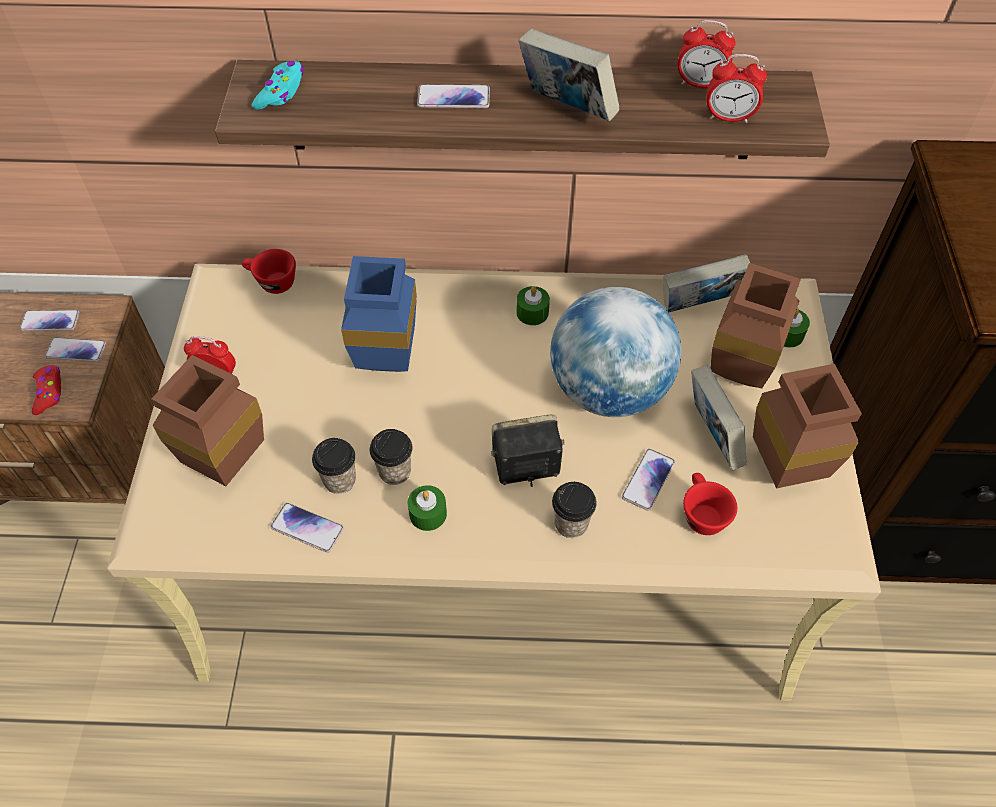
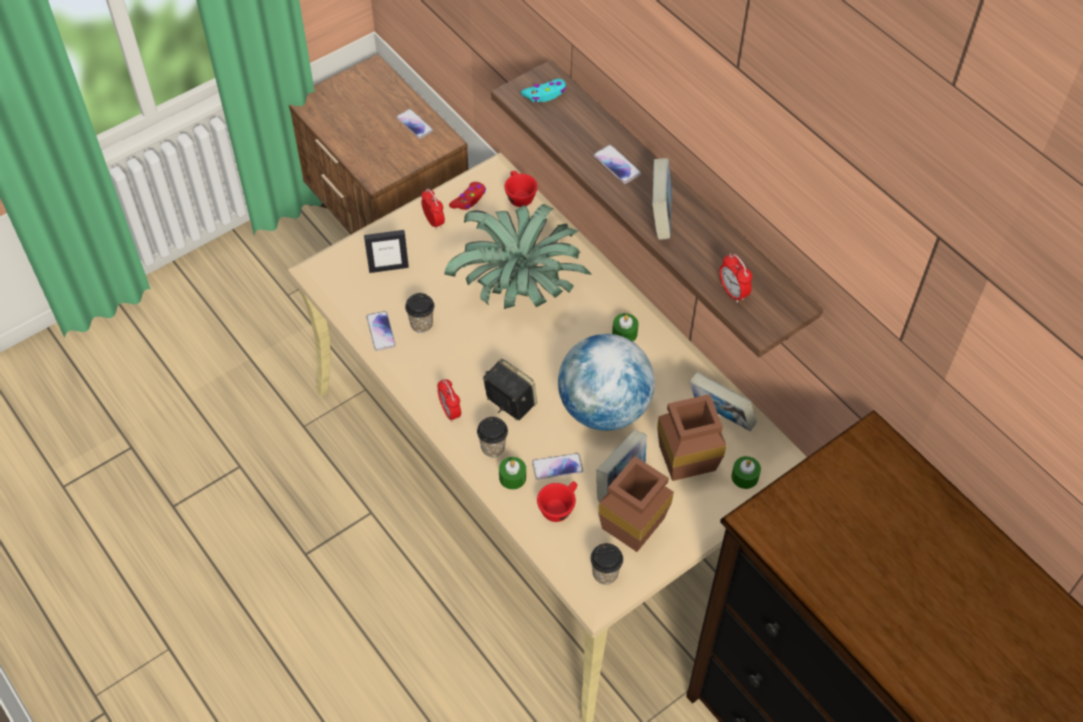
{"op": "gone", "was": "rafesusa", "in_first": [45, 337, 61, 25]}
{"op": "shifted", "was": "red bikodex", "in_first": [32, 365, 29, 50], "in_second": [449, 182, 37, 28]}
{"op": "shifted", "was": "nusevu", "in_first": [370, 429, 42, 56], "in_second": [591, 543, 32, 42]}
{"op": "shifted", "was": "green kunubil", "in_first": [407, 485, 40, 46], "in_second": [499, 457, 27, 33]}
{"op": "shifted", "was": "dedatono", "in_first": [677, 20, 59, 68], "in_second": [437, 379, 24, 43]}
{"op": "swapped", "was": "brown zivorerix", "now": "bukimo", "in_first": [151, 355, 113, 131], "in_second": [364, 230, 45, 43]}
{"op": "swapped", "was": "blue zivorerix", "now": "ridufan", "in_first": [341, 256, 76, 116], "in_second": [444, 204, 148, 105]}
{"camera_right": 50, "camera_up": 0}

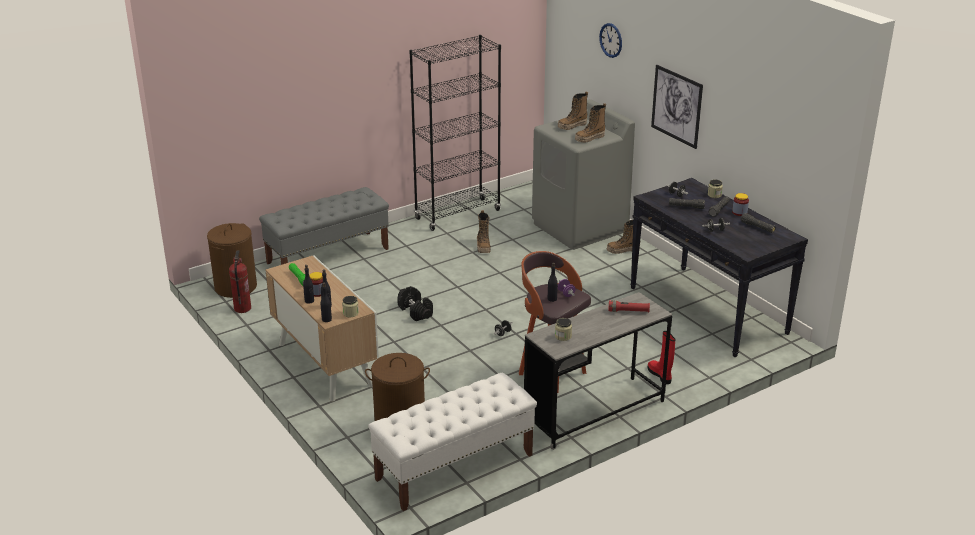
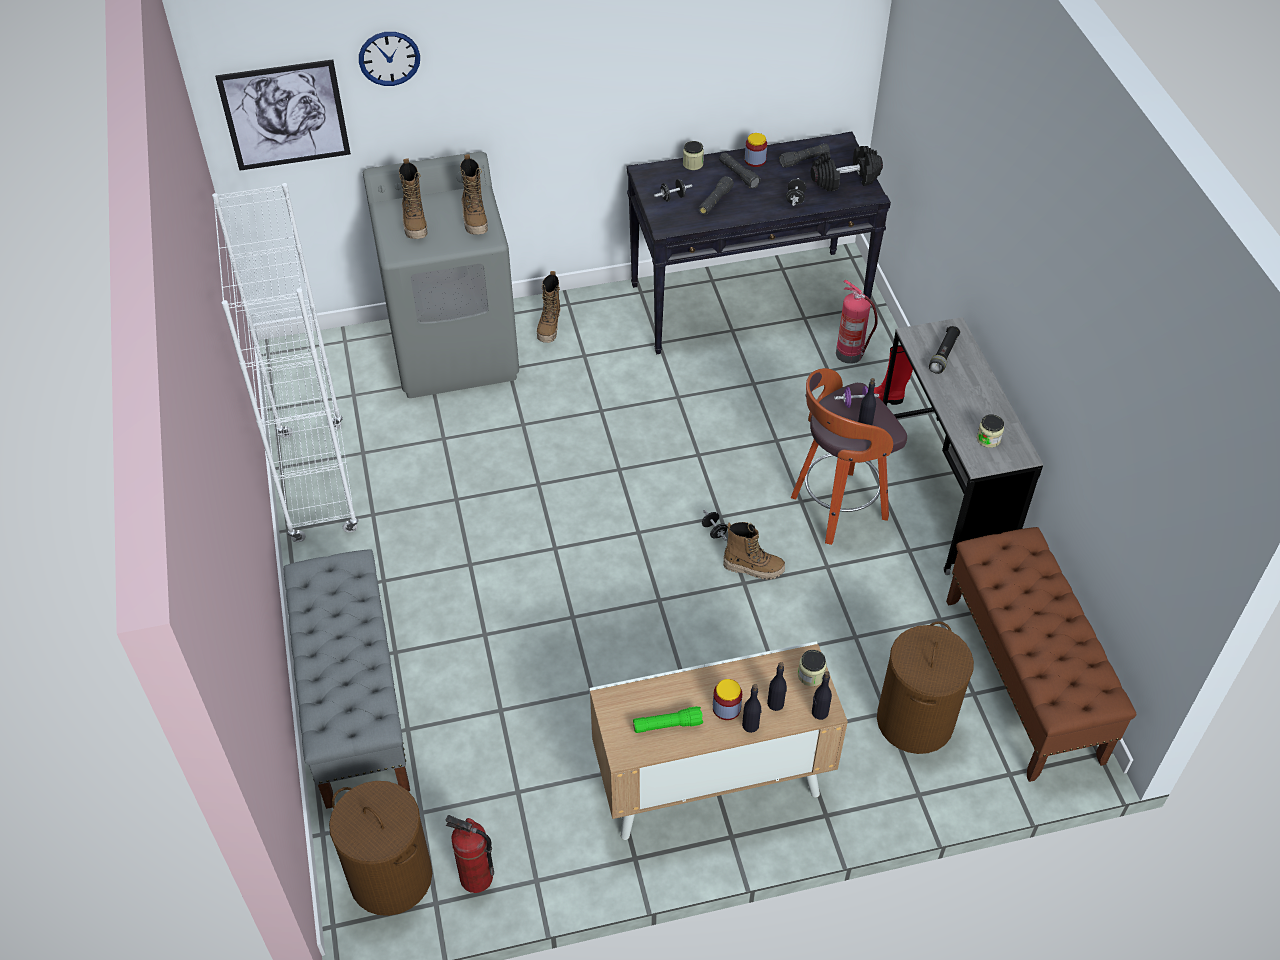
{"op": "new", "now": "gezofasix", "in_second": [836, 280, 42, 84]}
{"op": "shifted", "was": "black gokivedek", "in_first": [397, 286, 36, 35], "in_second": [811, 146, 72, 46]}
{"op": "shifted", "was": "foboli", "in_first": [477, 210, 14, 43], "in_second": [723, 522, 62, 58]}
{"op": "shifted", "was": "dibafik", "in_first": [651, 65, 52, 84], "in_second": [215, 59, 136, 112]}
{"op": "repainted", "was": "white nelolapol", "now": "brown nelolapol", "in_first": [368, 373, 169, 138], "in_second": [946, 527, 190, 255]}
{"op": "repainted", "was": "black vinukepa", "now": "white vinukepa", "in_first": [409, 35, 92, 196], "in_second": [212, 183, 146, 359]}
{"op": "repainted", "was": "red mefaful", "now": "black mefaful", "in_first": [608, 300, 42, 12], "in_second": [929, 326, 31, 48]}
{"camera_right": -70, "camera_up": 20}

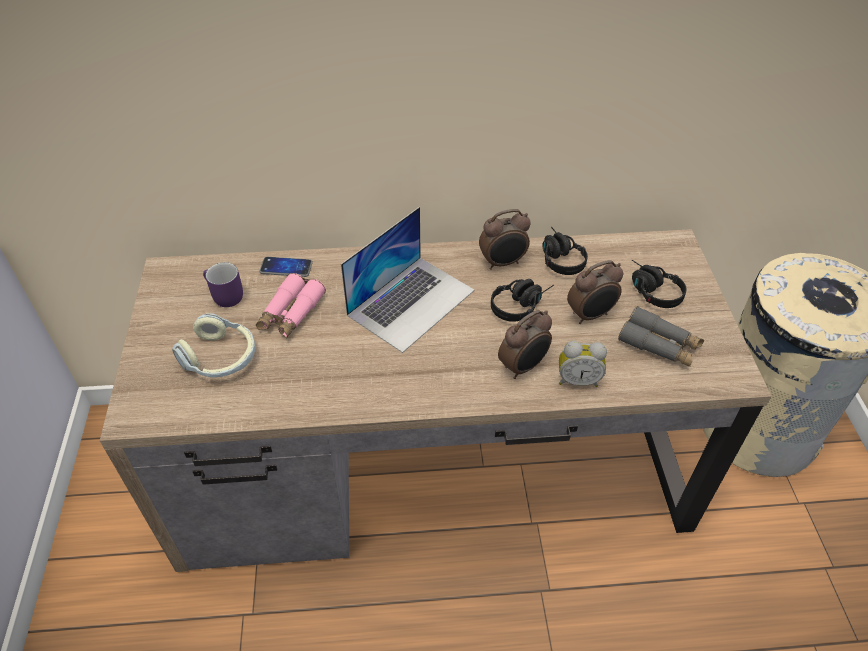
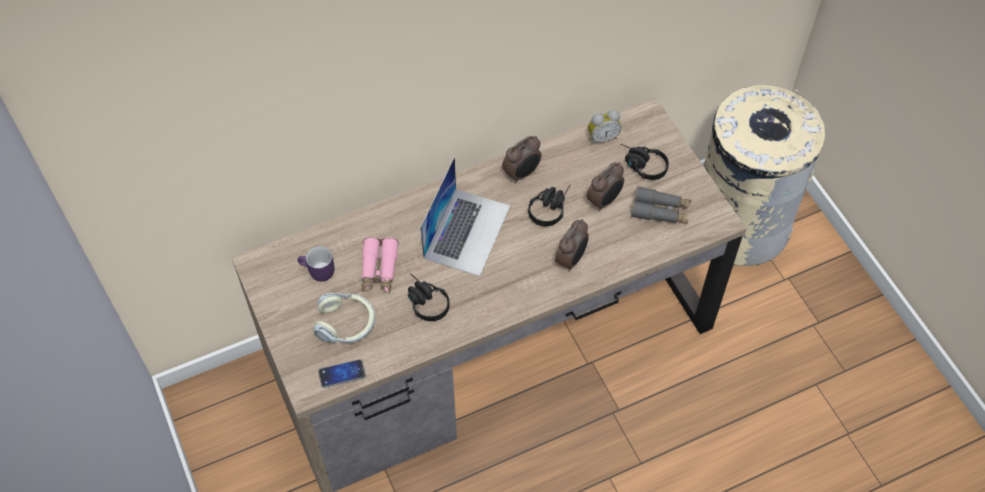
{"op": "shifted", "was": "rafesusa", "in_first": [259, 257, 54, 20], "in_second": [318, 359, 48, 29]}
{"op": "shifted", "was": "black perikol", "in_first": [542, 227, 46, 48], "in_second": [408, 273, 42, 48]}
{"op": "shifted", "was": "dedatono", "in_first": [559, 341, 48, 46], "in_second": [588, 110, 33, 35]}
{"camera_right": -20, "camera_up": 10}

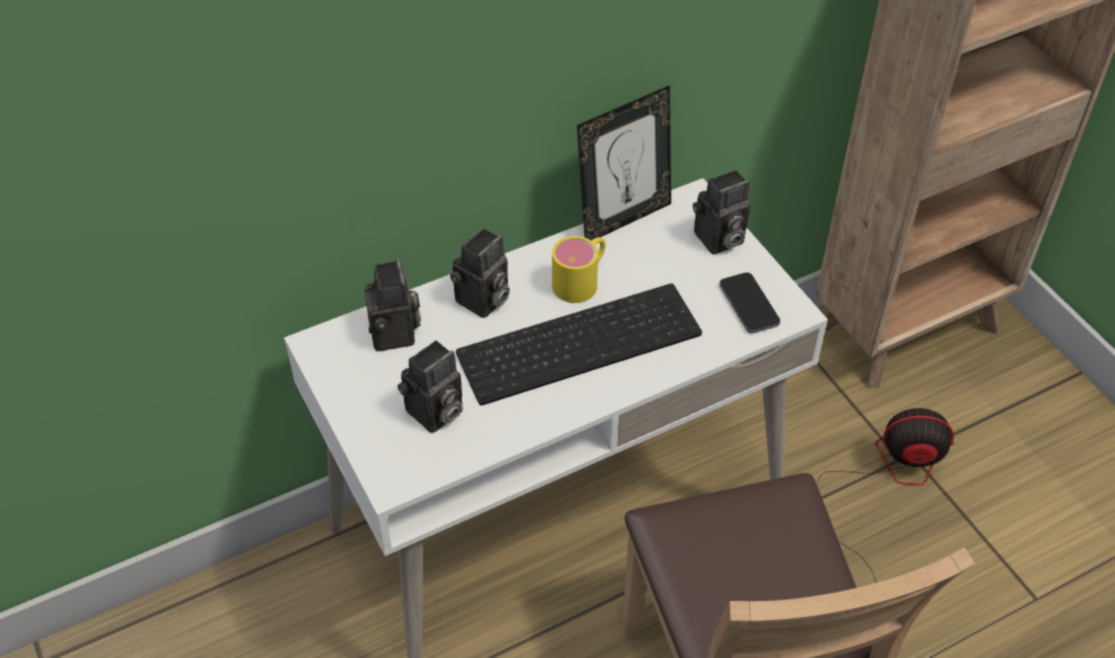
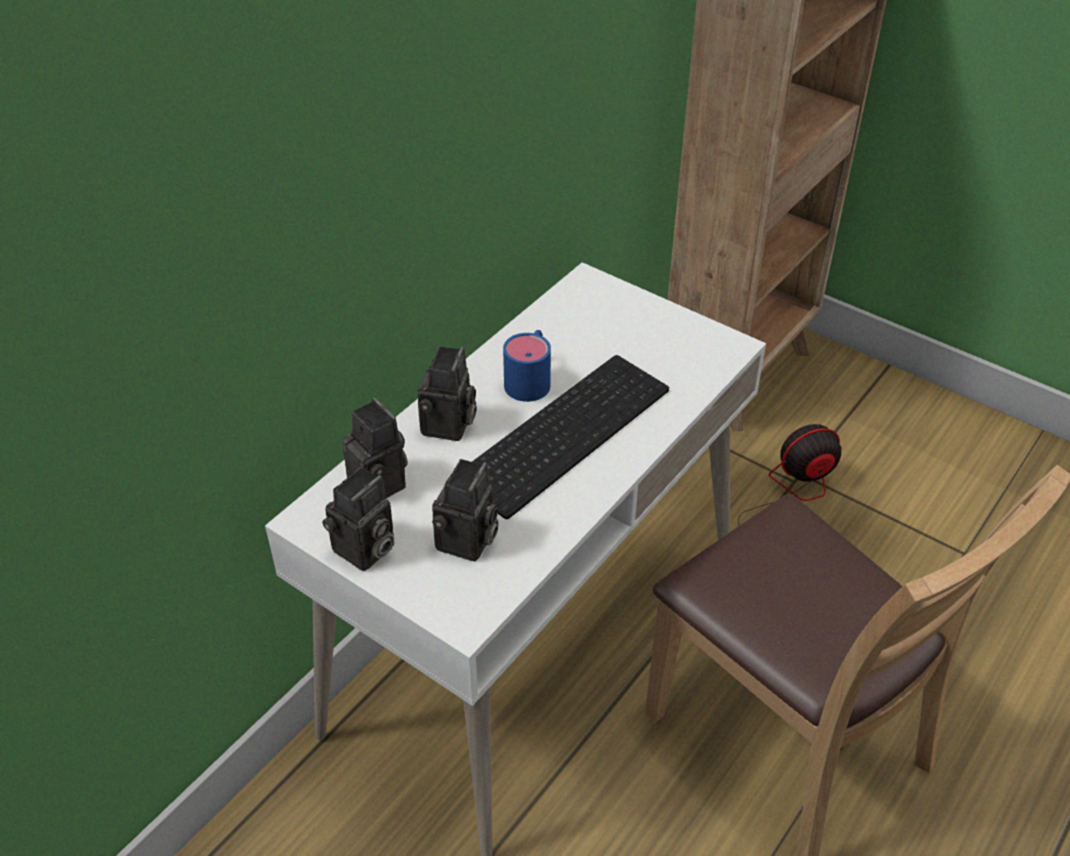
{"op": "gone", "was": "bukimo", "in_first": [577, 85, 94, 156]}
{"op": "gone", "was": "rafesusa", "in_first": [719, 272, 61, 61]}
{"op": "shifted", "was": "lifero", "in_first": [693, 169, 57, 86], "in_second": [322, 467, 72, 104]}
{"op": "repainted", "was": "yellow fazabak", "now": "blue fazabak", "in_first": [552, 236, 54, 67], "in_second": [503, 330, 48, 72]}
{"camera_right": -25, "camera_up": -5}

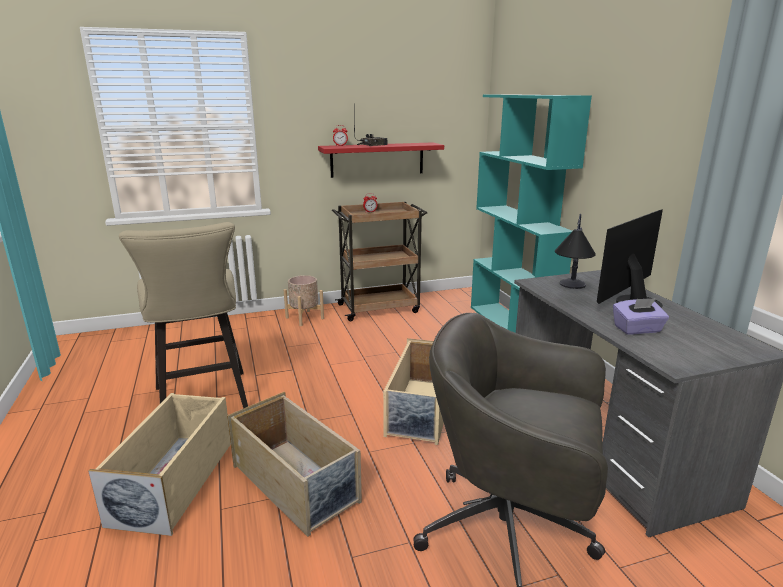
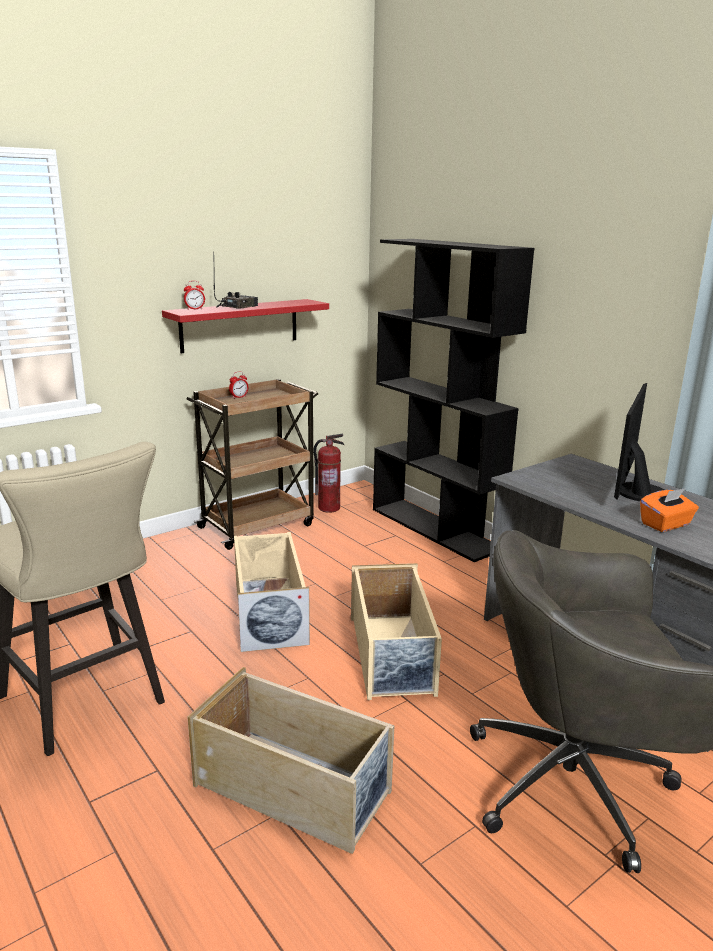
{"op": "gone", "was": "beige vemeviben", "in_first": [284, 275, 40, 51]}
{"op": "gone", "was": "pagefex", "in_first": [555, 214, 41, 75]}
{"op": "new", "now": "gezofasix", "in_second": [313, 434, 31, 79]}
{"op": "shifted", "was": "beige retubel", "in_first": [88, 393, 143, 143], "in_second": [234, 532, 76, 120]}
{"op": "repainted", "was": "turquoise vinukepa", "now": "black vinukepa", "in_first": [471, 95, 121, 238], "in_second": [373, 239, 161, 323]}
{"op": "repainted", "was": "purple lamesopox", "now": "orange lamesopox", "in_first": [613, 298, 56, 37], "in_second": [640, 488, 59, 44]}
{"camera_right": -20, "camera_up": 0}

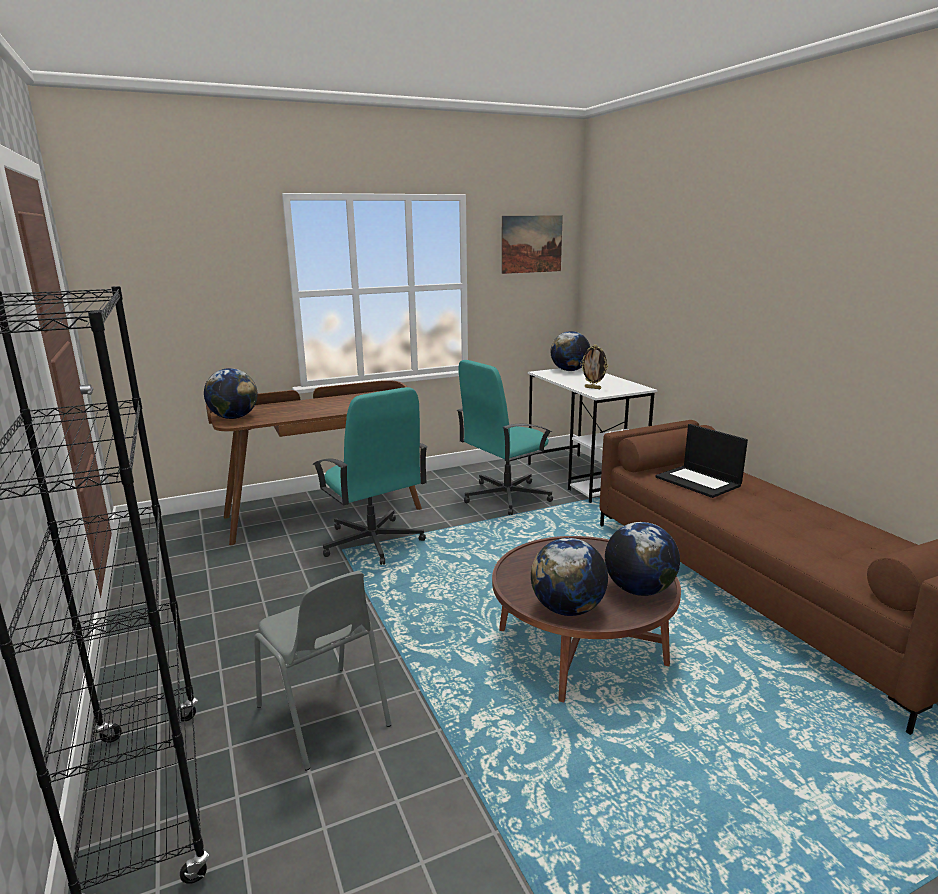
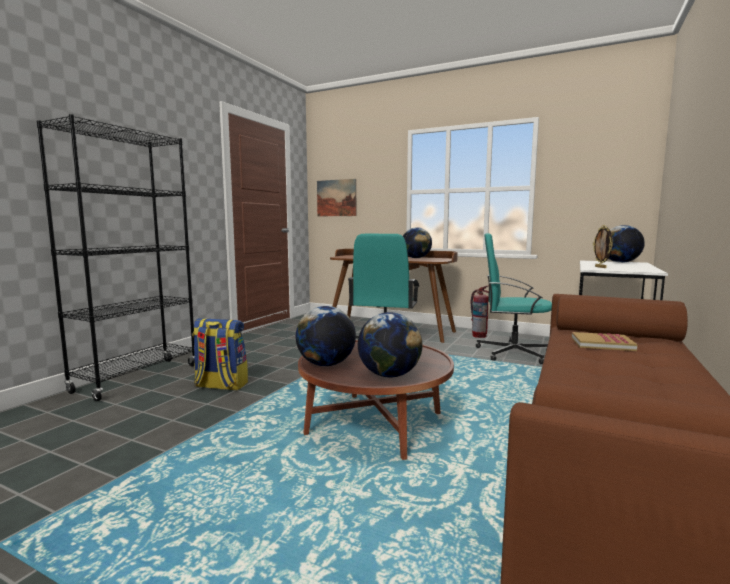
{"op": "new", "now": "gezofasix", "in_second": [471, 286, 18, 52]}
{"op": "shifted", "was": "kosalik", "in_first": [204, 368, 54, 51], "in_second": [403, 227, 29, 31]}
{"op": "shifted", "was": "dibafik", "in_first": [501, 215, 62, 59], "in_second": [317, 179, 39, 37]}
{"op": "swapped", "was": "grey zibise", "now": "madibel", "in_first": [254, 571, 138, 200], "in_second": [192, 318, 56, 72]}
{"op": "swapped", "was": "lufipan", "now": "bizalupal", "in_first": [655, 424, 93, 74], "in_second": [572, 332, 66, 19]}
{"camera_right": 50, "camera_up": -10}

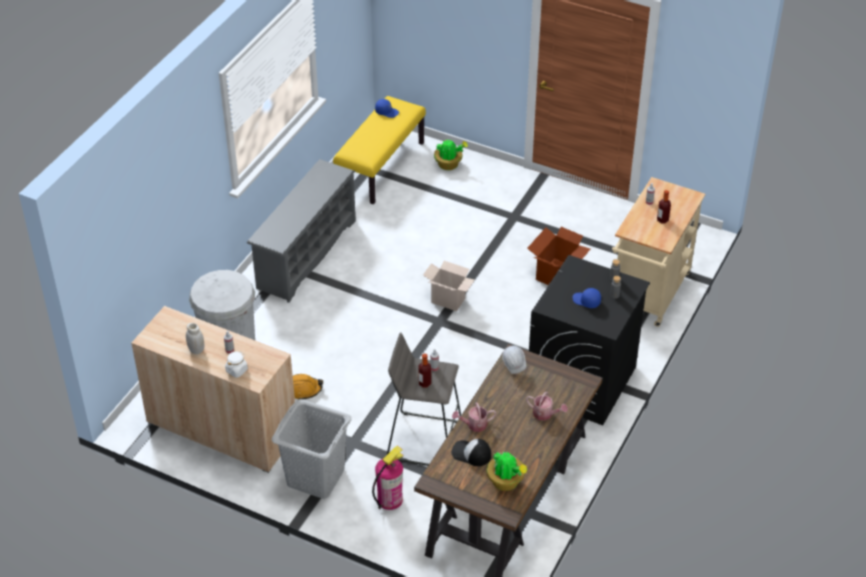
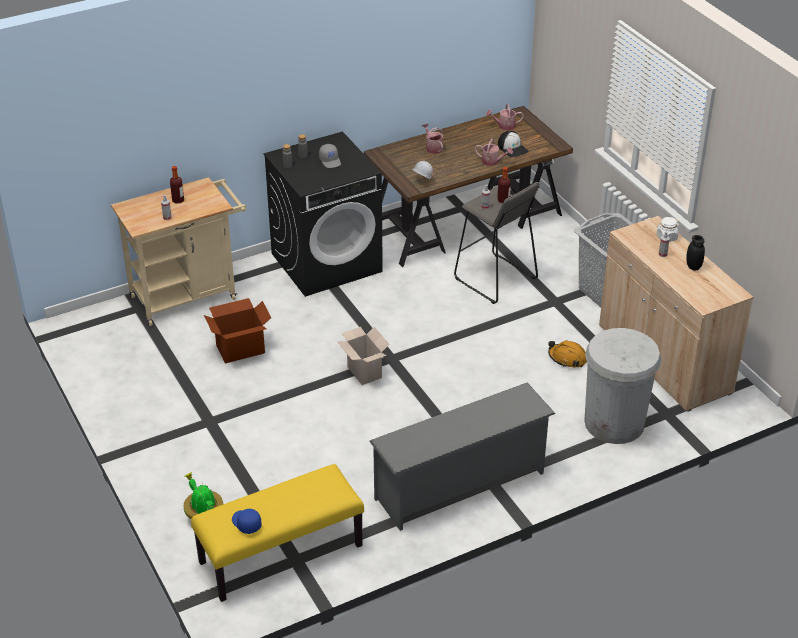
{"op": "gone", "was": "gezofasix", "in_first": [372, 446, 32, 64]}
{"op": "swapped", "was": "ridufan", "now": "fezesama", "in_first": [487, 451, 40, 40], "in_second": [486, 104, 38, 27]}
{"op": "repainted", "was": "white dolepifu", "now": "black dolepifu", "in_first": [186, 323, 18, 31], "in_second": [686, 235, 19, 36]}
{"op": "repainted", "was": "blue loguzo", "now": "grey loguzo", "in_first": [572, 288, 29, 20], "in_second": [319, 144, 22, 24]}
{"camera_right": -145, "camera_up": -5}

